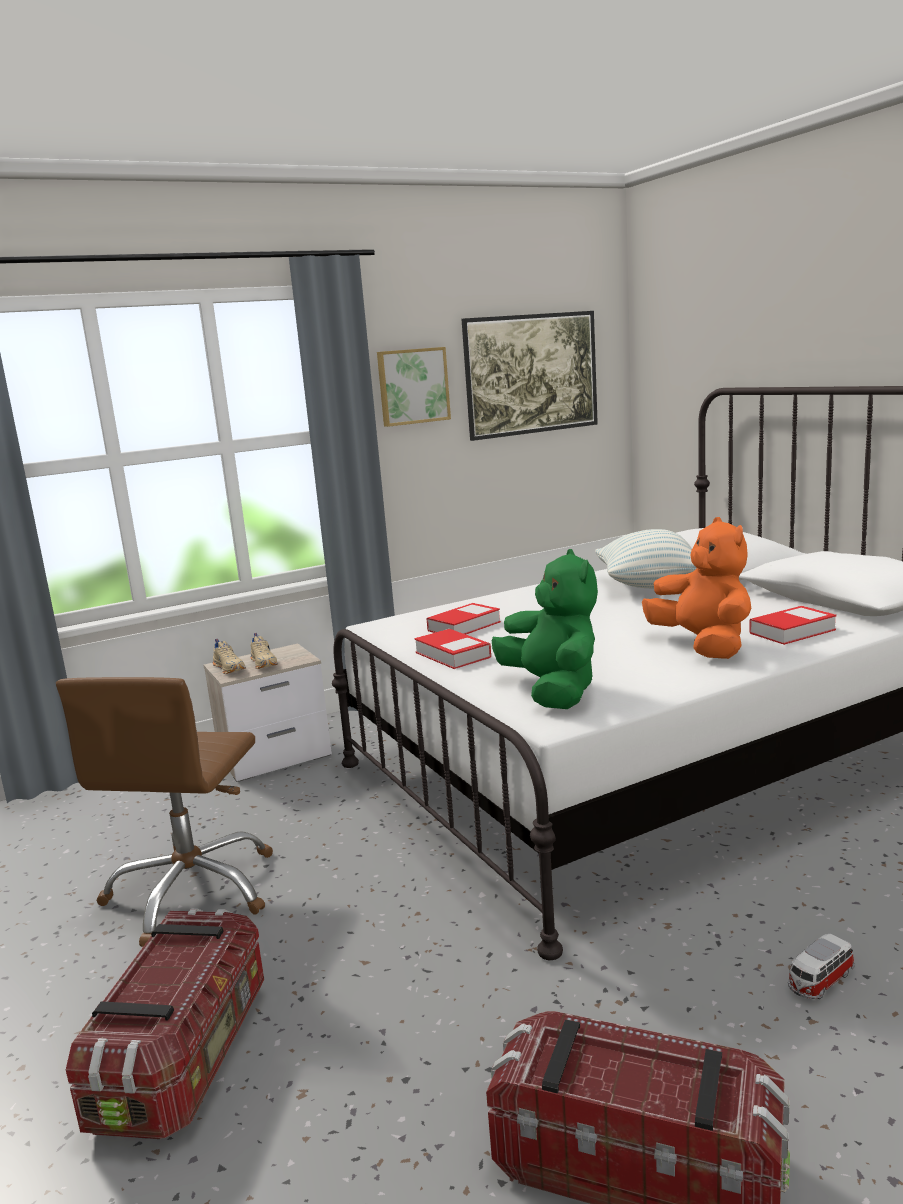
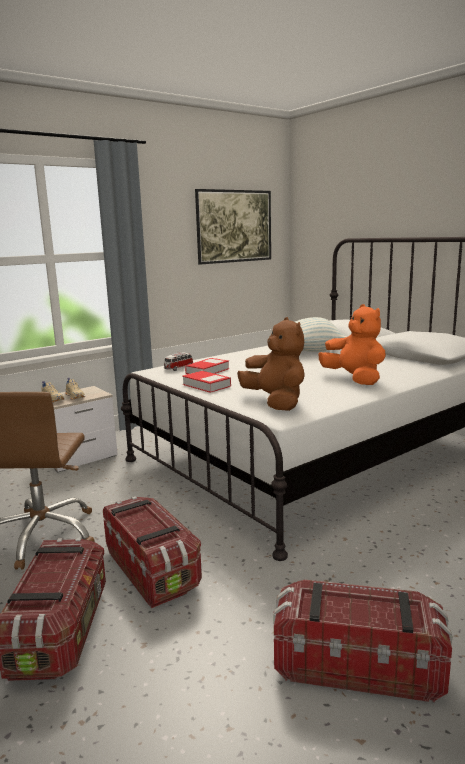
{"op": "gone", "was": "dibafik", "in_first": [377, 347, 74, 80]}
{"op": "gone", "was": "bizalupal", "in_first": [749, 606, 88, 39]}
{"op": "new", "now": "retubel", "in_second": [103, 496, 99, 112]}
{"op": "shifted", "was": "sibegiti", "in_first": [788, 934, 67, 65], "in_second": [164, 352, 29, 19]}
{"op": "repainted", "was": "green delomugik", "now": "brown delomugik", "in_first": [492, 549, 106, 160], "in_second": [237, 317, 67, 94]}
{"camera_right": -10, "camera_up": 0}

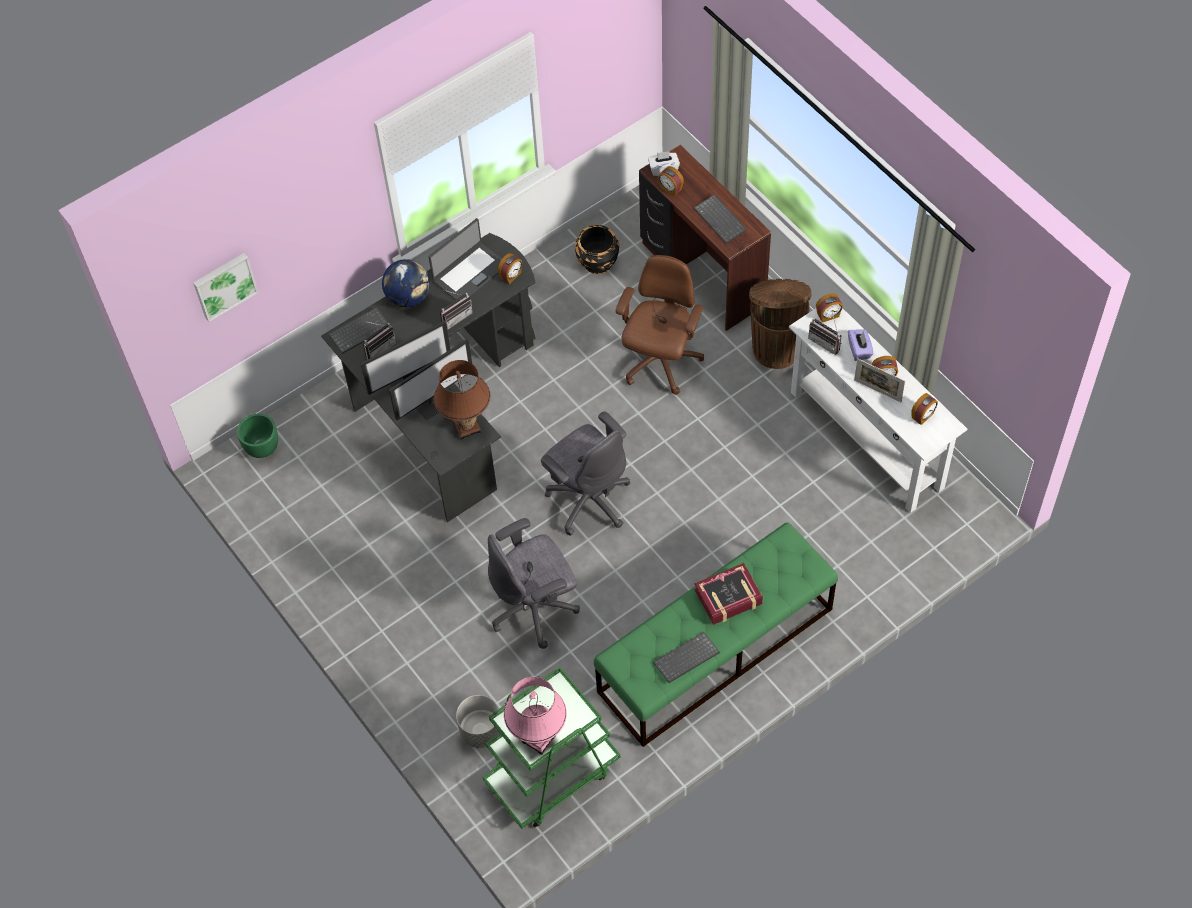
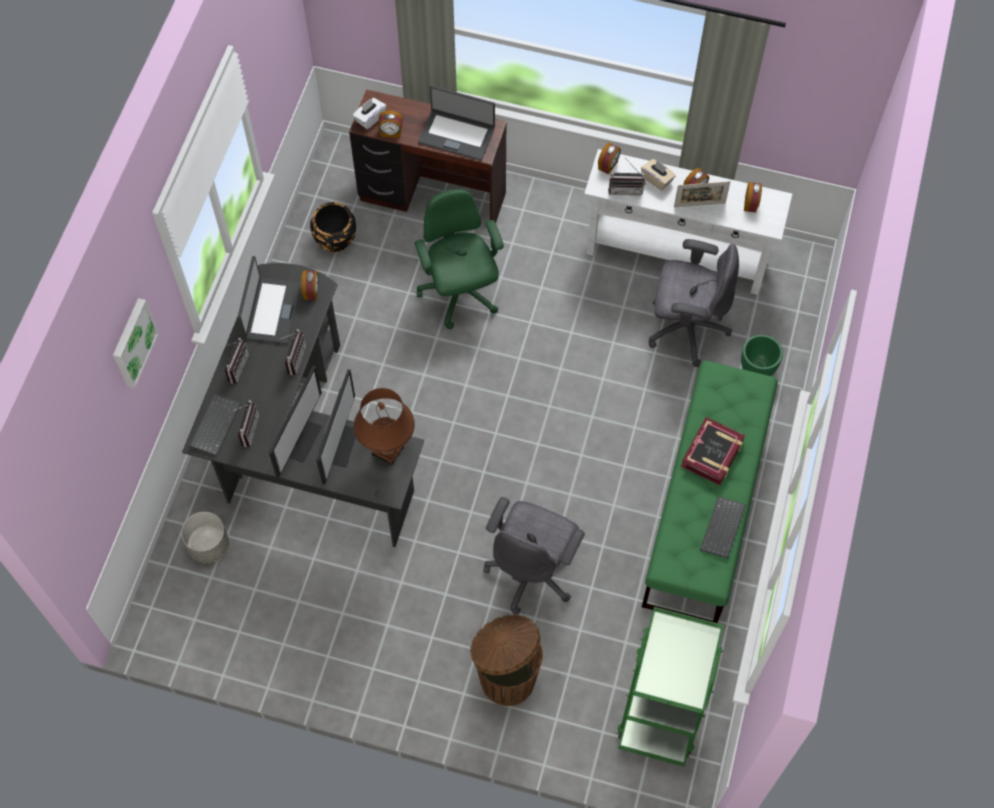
{"op": "gone", "was": "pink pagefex", "in_first": [504, 676, 63, 79]}
{"op": "shifted", "was": "dibafik", "in_first": [193, 253, 66, 69], "in_second": [113, 298, 46, 90]}
{"op": "shifted", "was": "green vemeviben", "in_first": [237, 414, 41, 44], "in_second": [741, 335, 42, 41]}
{"op": "shifted", "was": "grey vemeviben", "in_first": [456, 695, 43, 53], "in_second": [181, 512, 48, 51]}
{"op": "shifted", "was": "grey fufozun", "in_first": [541, 411, 89, 125], "in_second": [649, 239, 90, 128]}
{"op": "shifted", "was": "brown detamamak", "in_first": [749, 279, 63, 90], "in_second": [470, 615, 73, 91]}
{"op": "swapped", "was": "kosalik", "now": "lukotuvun", "in_first": [382, 259, 48, 48], "in_second": [217, 338, 32, 46]}
{"op": "swapped", "was": "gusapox", "now": "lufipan", "in_first": [694, 194, 53, 50], "in_second": [418, 85, 77, 75]}
{"op": "repainted", "was": "brown fufozun", "now": "green fufozun", "in_first": [616, 255, 88, 140], "in_second": [415, 189, 89, 140]}
{"op": "repainted", "was": "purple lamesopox", "now": "beige lamesopox", "in_first": [848, 329, 25, 32], "in_second": [641, 159, 35, 32]}
{"camera_right": -40, "camera_up": 5}

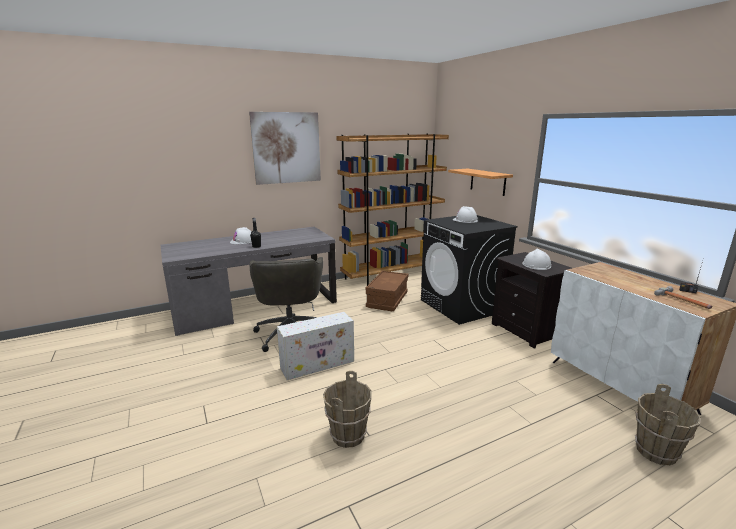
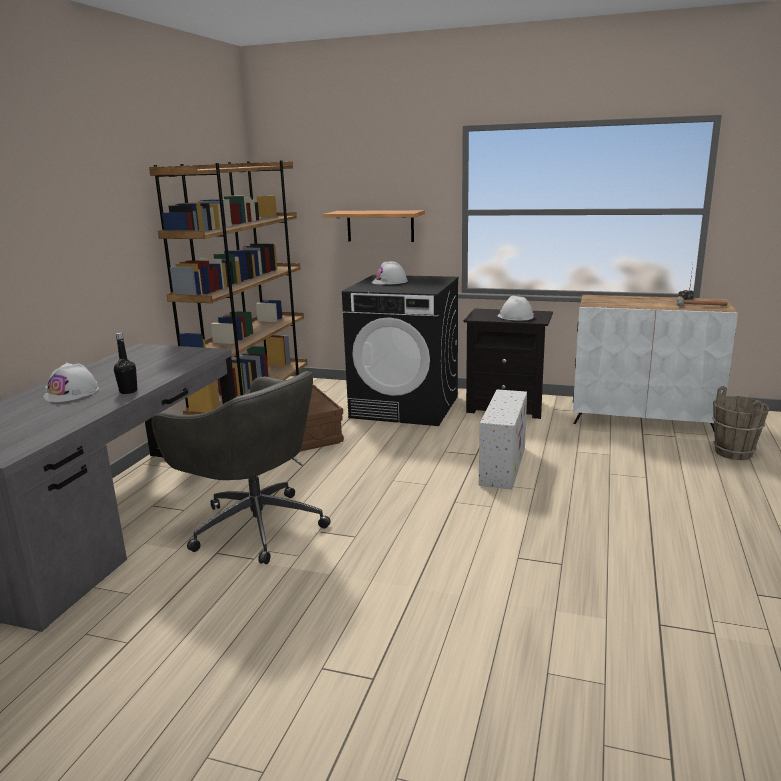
{"op": "gone", "was": "dibafik", "in_first": [249, 112, 72, 73]}
{"op": "gone", "was": "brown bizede", "in_first": [323, 371, 48, 77]}
{"op": "shifted", "was": "white retubel", "in_first": [277, 312, 77, 68], "in_second": [479, 389, 48, 100]}
{"camera_right": -45, "camera_up": 0}

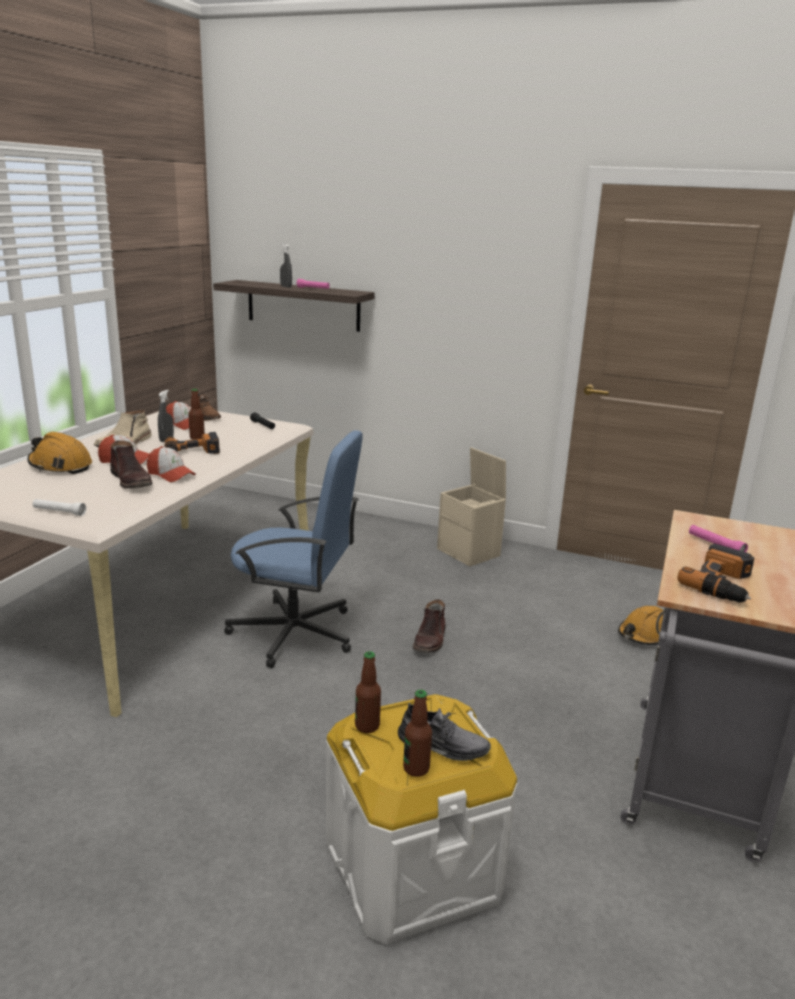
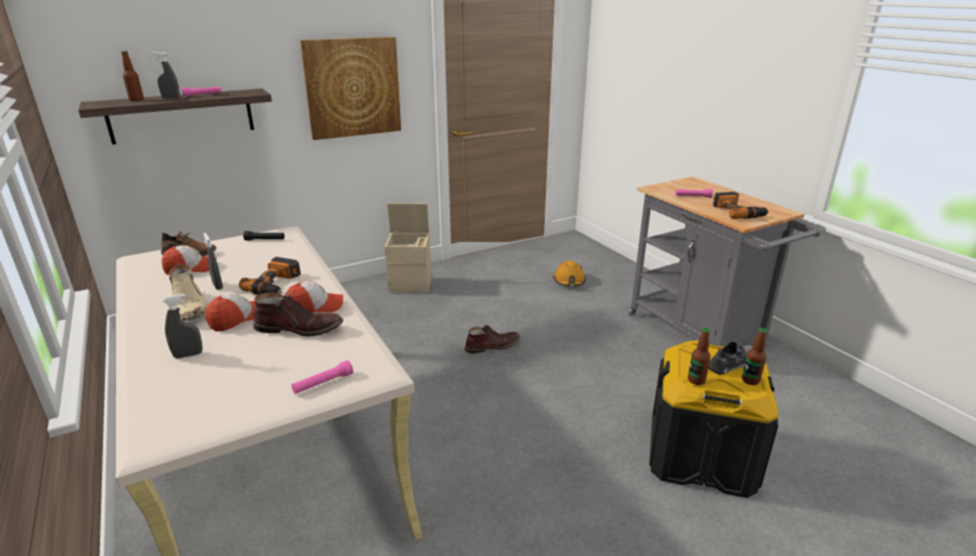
{"op": "gone", "was": "blue fufozun", "in_first": [224, 430, 139, 238]}
{"op": "new", "now": "dibafik", "in_second": [300, 37, 101, 103]}
{"op": "shifted", "was": "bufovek", "in_first": [188, 389, 17, 51], "in_second": [121, 51, 23, 50]}
{"op": "swapped", "was": "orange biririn", "now": "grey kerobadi", "in_first": [27, 432, 65, 42], "in_second": [162, 294, 41, 65]}
{"op": "repainted", "was": "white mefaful", "now": "pink mefaful", "in_first": [33, 499, 53, 17], "in_second": [291, 360, 62, 34]}
{"op": "repainted", "was": "white retubel", "now": "black retubel", "in_first": [326, 694, 192, 250], "in_second": [649, 340, 130, 158]}
{"op": "rotated", "was": "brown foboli", "in_first": [413, 599, 32, 54], "in_second": [465, 325, 55, 29], "clockwise": -75}
{"camera_right": -50, "camera_up": 5}

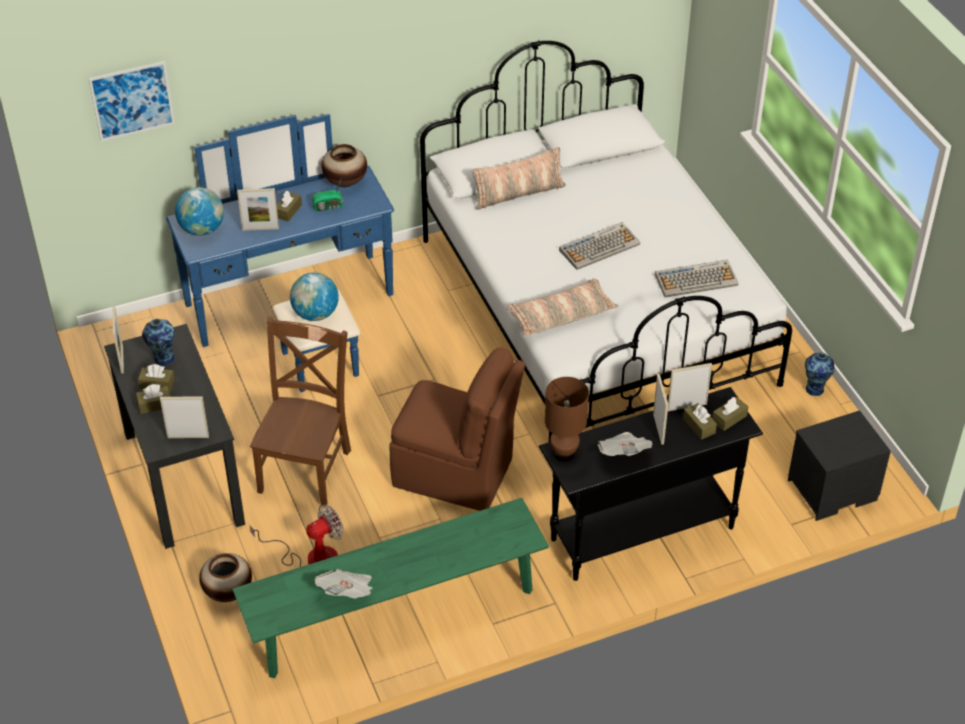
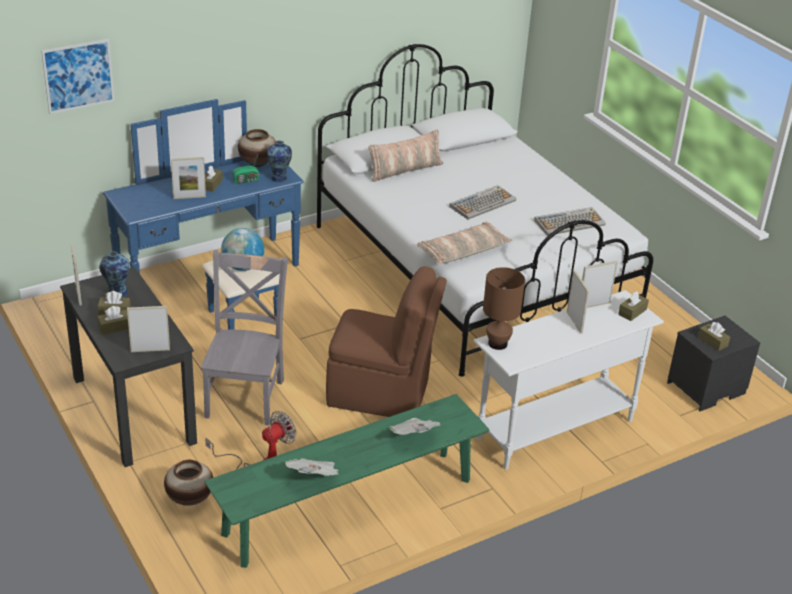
{"op": "gone", "was": "kosalik", "in_first": [175, 187, 49, 49]}
{"op": "shifted", "was": "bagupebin", "in_first": [598, 432, 55, 24], "in_second": [390, 418, 50, 17]}
{"op": "shifted", "was": "brown lamesopox", "in_first": [683, 403, 34, 37], "in_second": [698, 322, 32, 29]}
{"op": "shifted", "was": "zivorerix", "in_first": [805, 352, 30, 44], "in_second": [267, 140, 25, 43]}
{"op": "repainted", "was": "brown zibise", "now": "grey zibise", "in_first": [250, 317, 101, 189], "in_second": [201, 250, 87, 176]}
{"op": "repainted", "was": "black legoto", "now": "white legoto", "in_first": [539, 387, 224, 194], "in_second": [473, 290, 191, 180]}
{"camera_right": -10, "camera_up": -10}

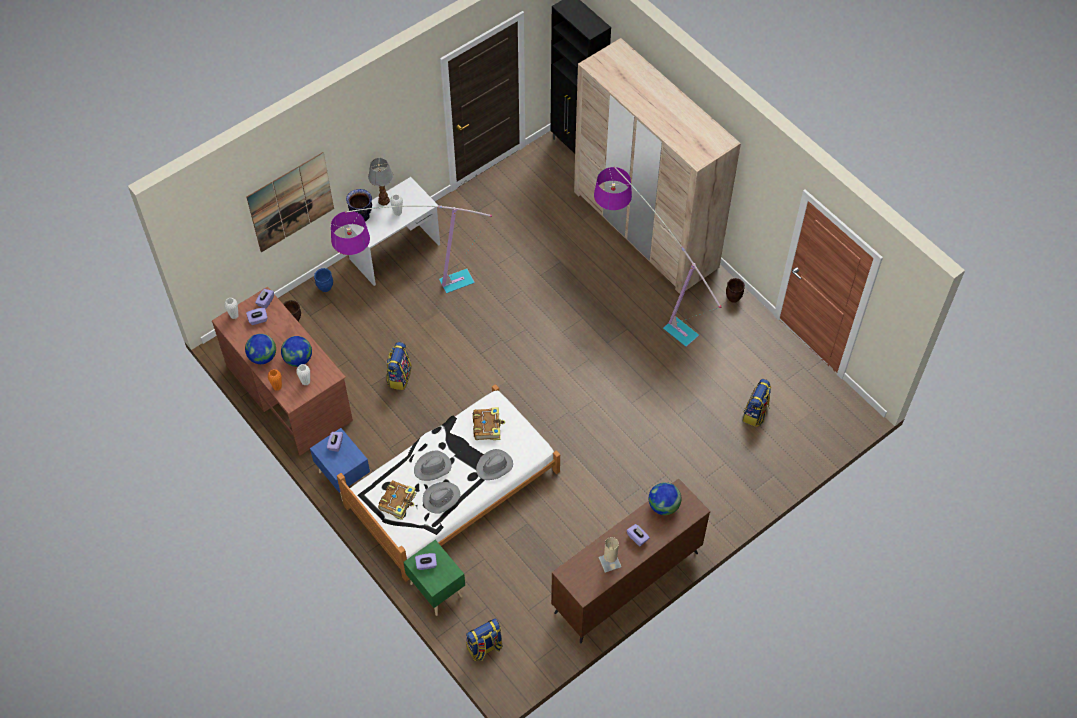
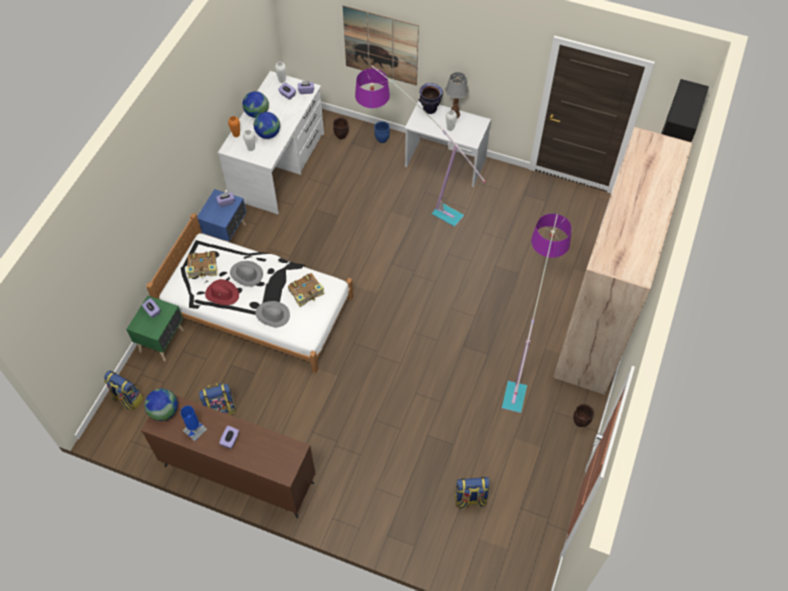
{"op": "shifted", "was": "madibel", "in_first": [386, 342, 25, 48], "in_second": [199, 383, 37, 32]}
{"op": "shifted", "was": "kosalik", "in_first": [649, 482, 32, 33], "in_second": [144, 388, 34, 33]}
{"op": "repainted", "was": "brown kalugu", "now": "white kalugu", "in_first": [212, 286, 141, 169], "in_second": [218, 71, 106, 143]}
{"op": "repainted", "was": "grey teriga", "now": "red teriga", "in_first": [423, 482, 37, 32], "in_second": [205, 279, 34, 26]}
{"op": "repainted", "was": "beige pagefex", "now": "blue pagefex", "in_first": [599, 537, 22, 36], "in_second": [180, 406, 27, 35]}
{"camera_right": 60, "camera_up": 0}

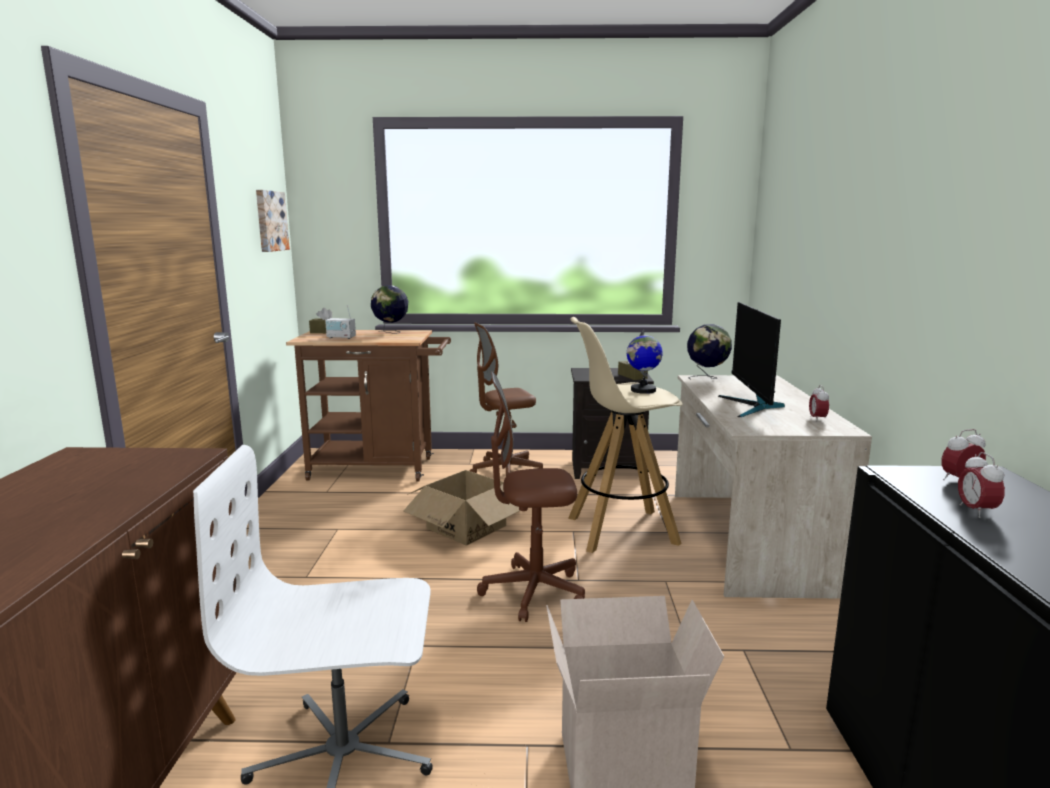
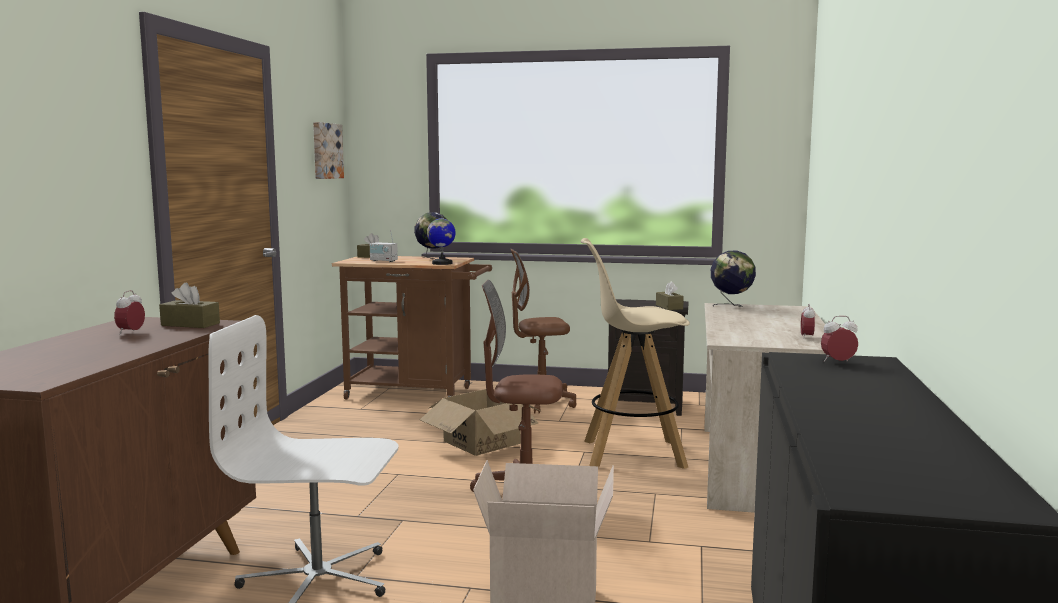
{"op": "gone", "was": "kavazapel", "in_first": [718, 302, 67, 115]}
{"op": "new", "now": "brown lamesopox", "in_second": [159, 282, 61, 46]}
{"op": "shifted", "was": "kosalik", "in_first": [627, 330, 36, 64], "in_second": [427, 214, 29, 51]}
{"op": "shifted", "was": "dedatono", "in_first": [958, 452, 47, 66], "in_second": [114, 290, 31, 45]}
{"camera_right": 10, "camera_up": -5}

